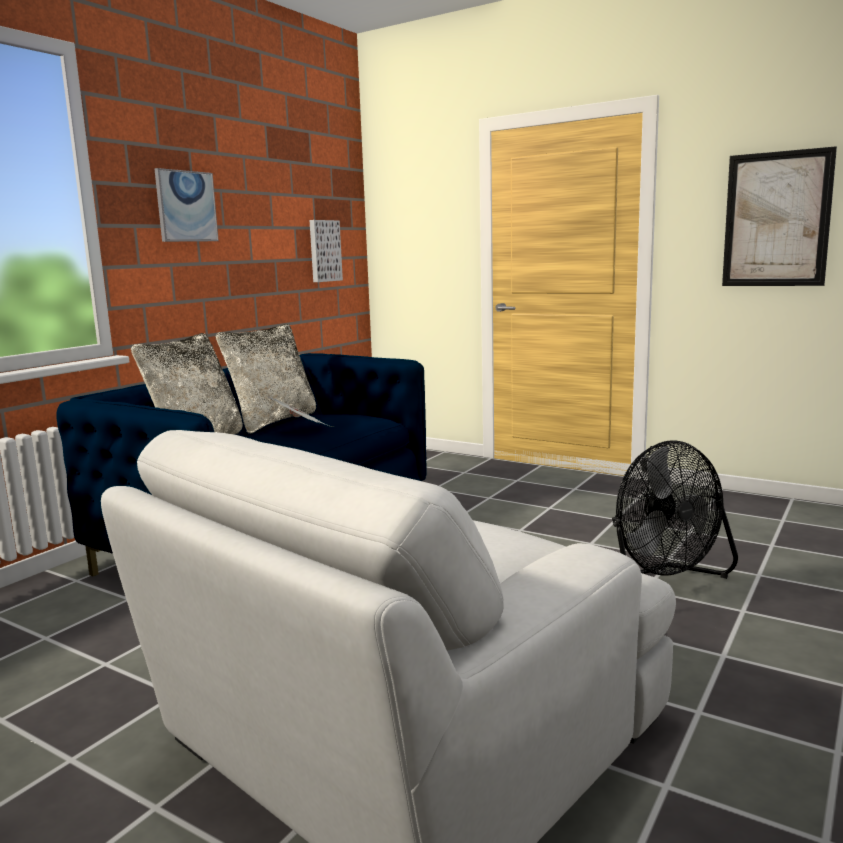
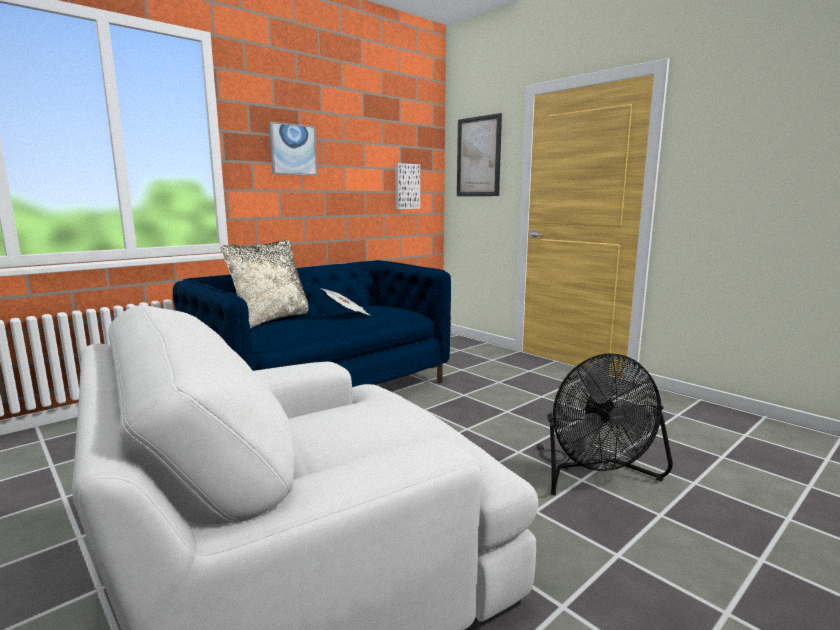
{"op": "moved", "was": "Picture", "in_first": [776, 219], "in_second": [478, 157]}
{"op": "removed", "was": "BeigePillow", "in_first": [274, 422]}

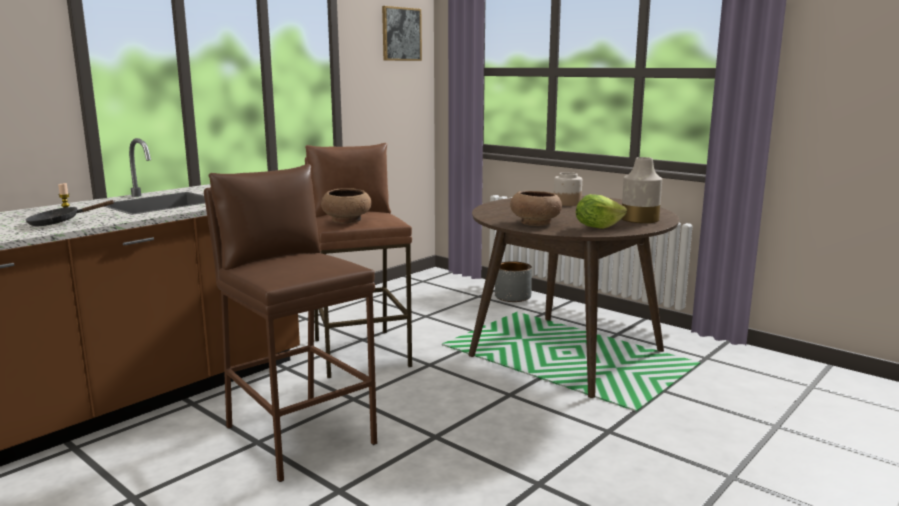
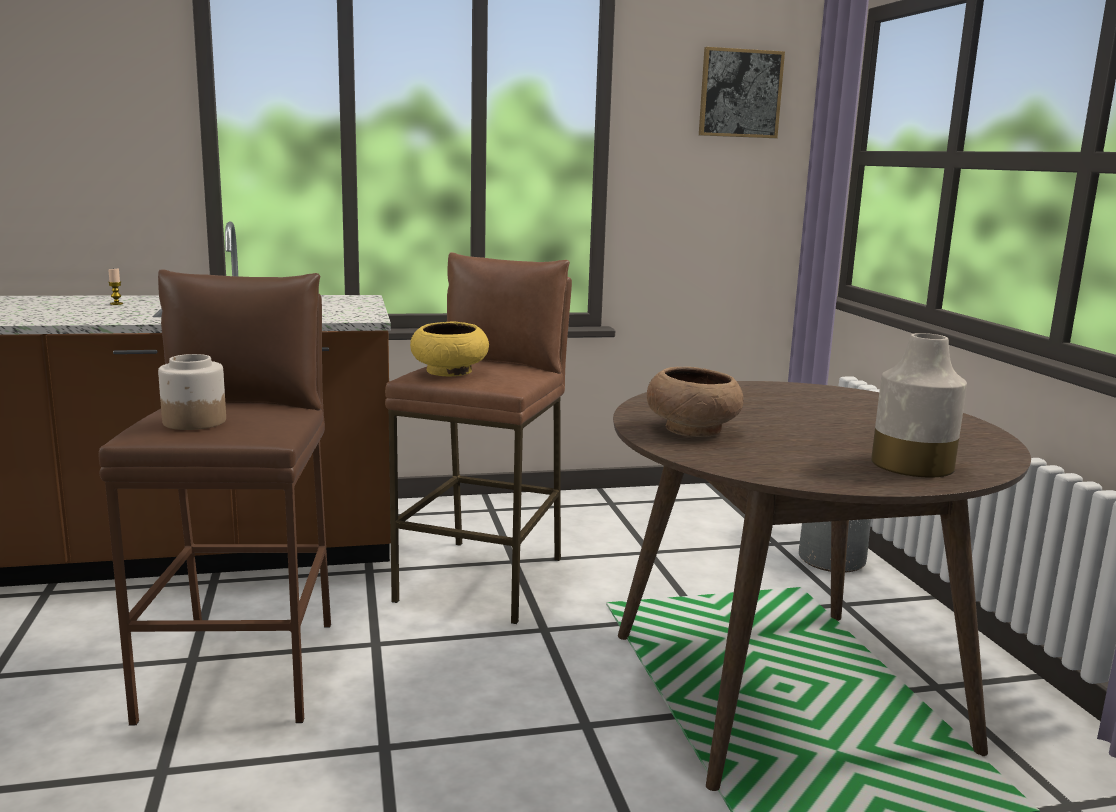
{"op": "moved", "was": "Jar", "in_first": [566, 203], "in_second": [193, 422]}
{"op": "recoloured", "was": "BrownBowl", "now": "YellowBowl", "in_first": [347, 220], "in_second": [450, 372]}
{"op": "removed", "was": "Lettuce", "in_first": [597, 227]}
{"op": "removed", "was": "BlackFryingPan", "in_first": [60, 223]}

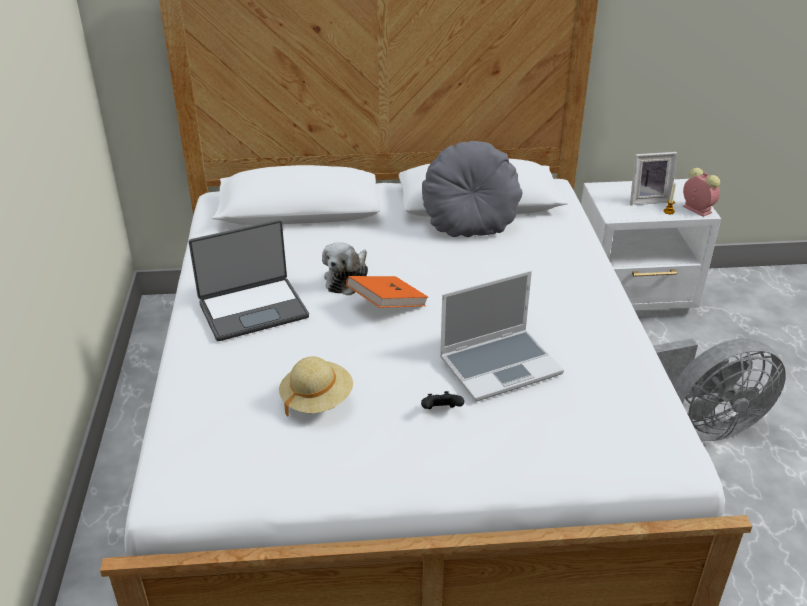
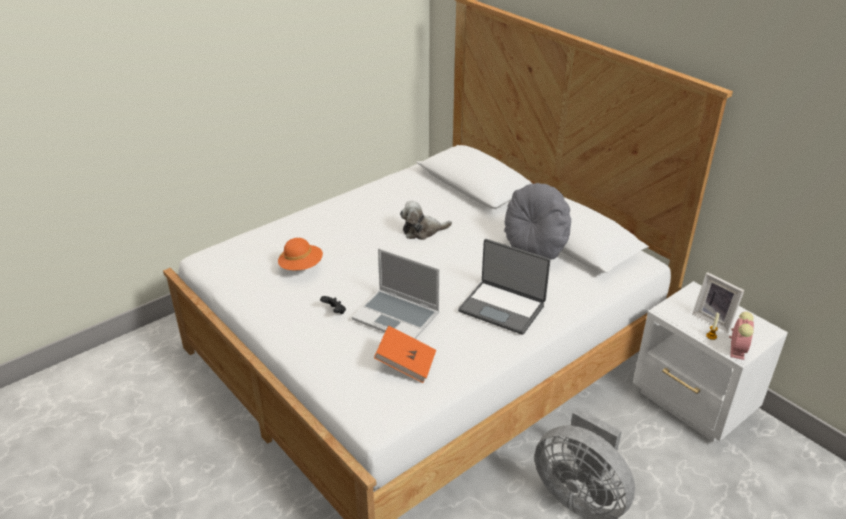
{"op": "moved", "was": "Laptop", "in_first": [253, 309], "in_second": [502, 307]}
{"op": "moved", "was": "OrangeBook", "in_first": [387, 305], "in_second": [406, 364]}
{"op": "recoloured", "was": "BeigeHat", "now": "OrangeHat", "in_first": [317, 400], "in_second": [301, 266]}

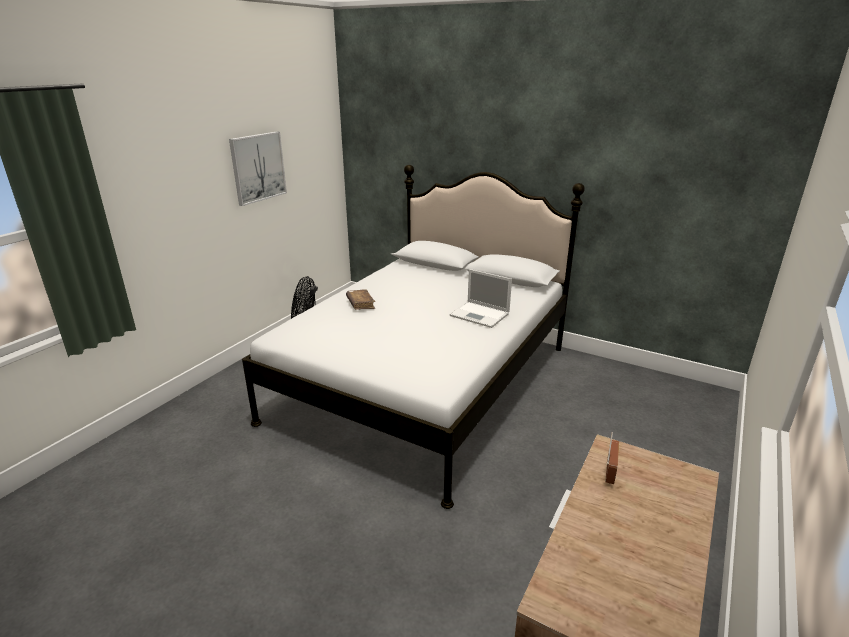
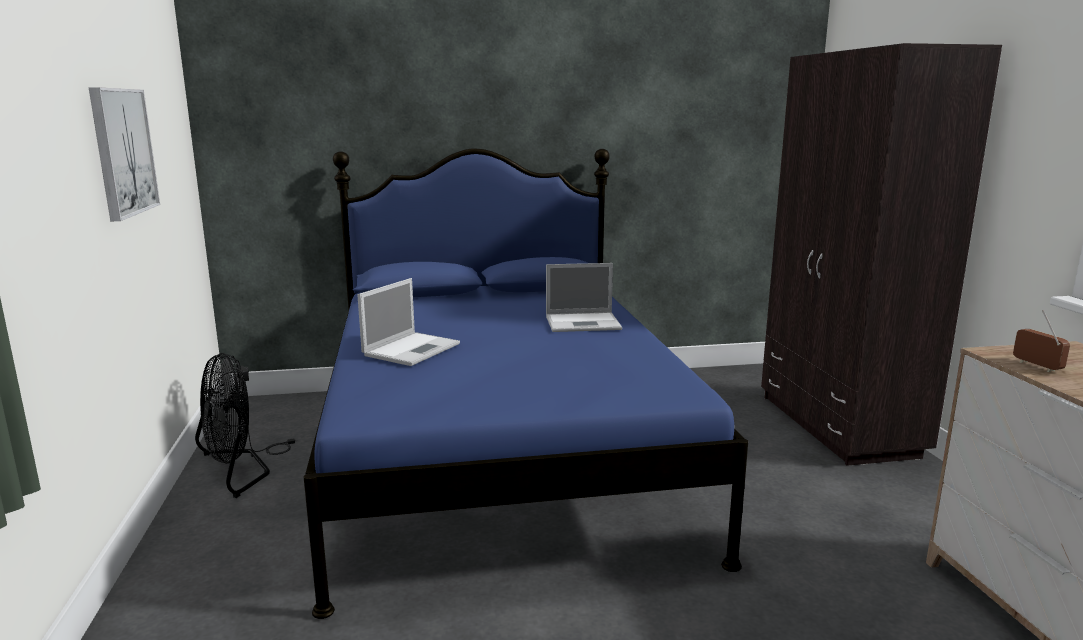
{"op": "recoloured", "was": "WhiteBed", "now": "BlueBed", "in_first": [424, 383], "in_second": [501, 460]}
{"op": "replaced", "was": "BrownBook", "now": "Laptop", "in_first": [360, 304], "in_second": [412, 349]}
{"op": "added", "now": "BrownWardrobe", "in_second": [838, 426]}

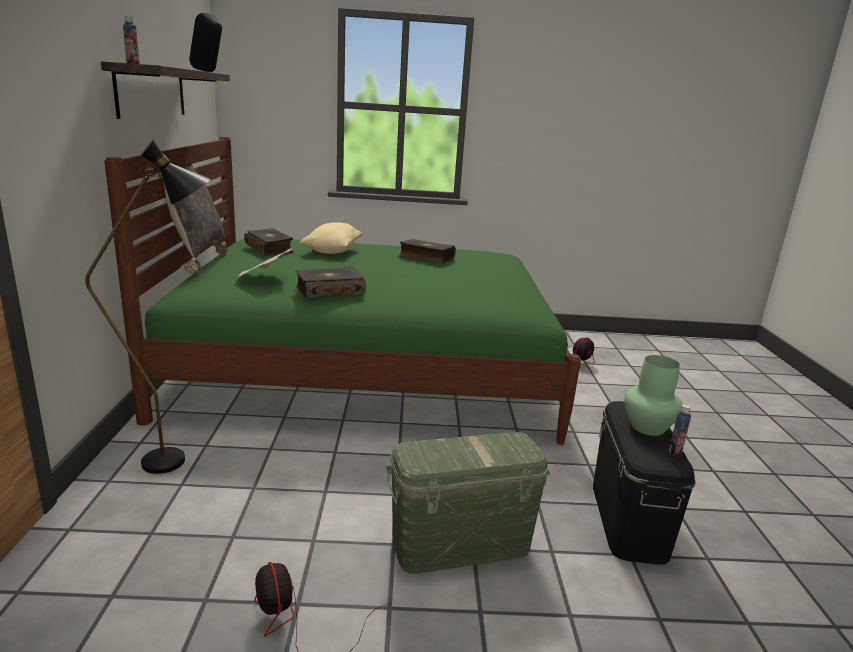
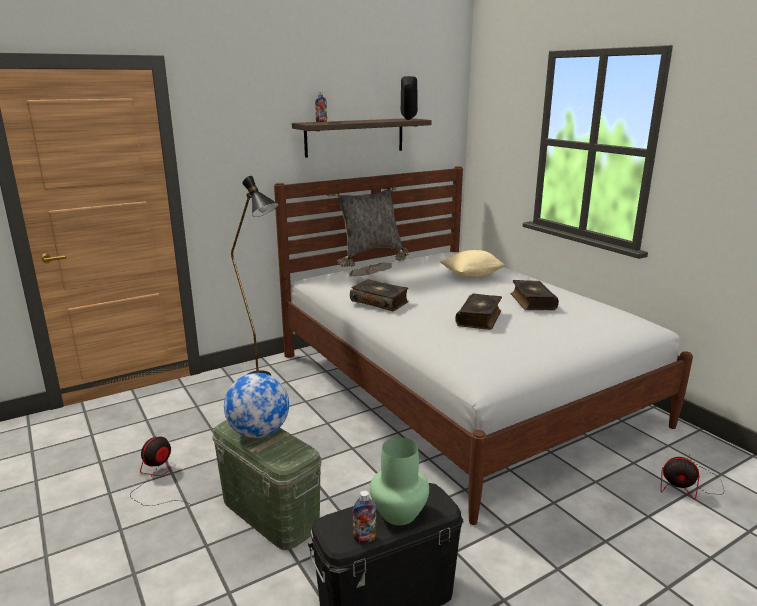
{"op": "recoloured", "was": "GreenBed", "now": "WhiteBed", "in_first": [367, 368], "in_second": [459, 387]}
{"op": "moved", "was": "Book", "in_first": [270, 249], "in_second": [480, 318]}
{"op": "added", "now": "Globe", "in_second": [259, 432]}

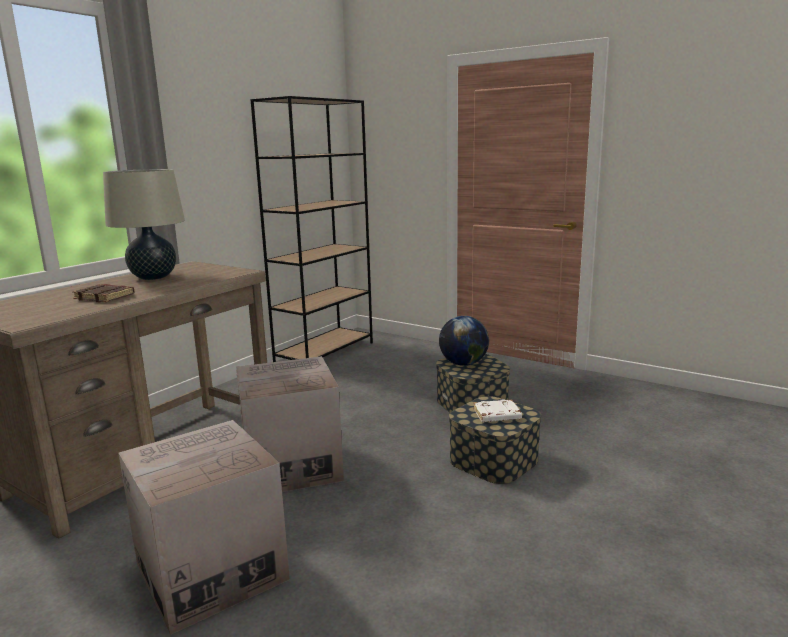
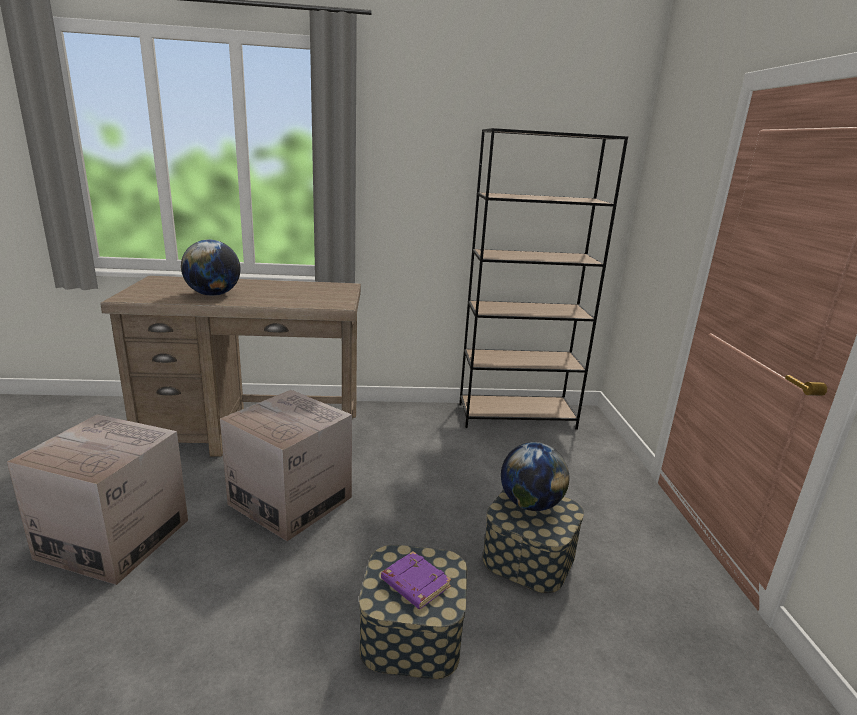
{"op": "removed", "was": "BeigeTableLamp", "in_first": [153, 277]}
{"op": "replaced", "was": "BrownBook", "now": "Globe", "in_first": [105, 297], "in_second": [213, 294]}
{"op": "recoloured", "was": "WhiteBook", "now": "PurpleBook", "in_first": [496, 415], "in_second": [414, 584]}

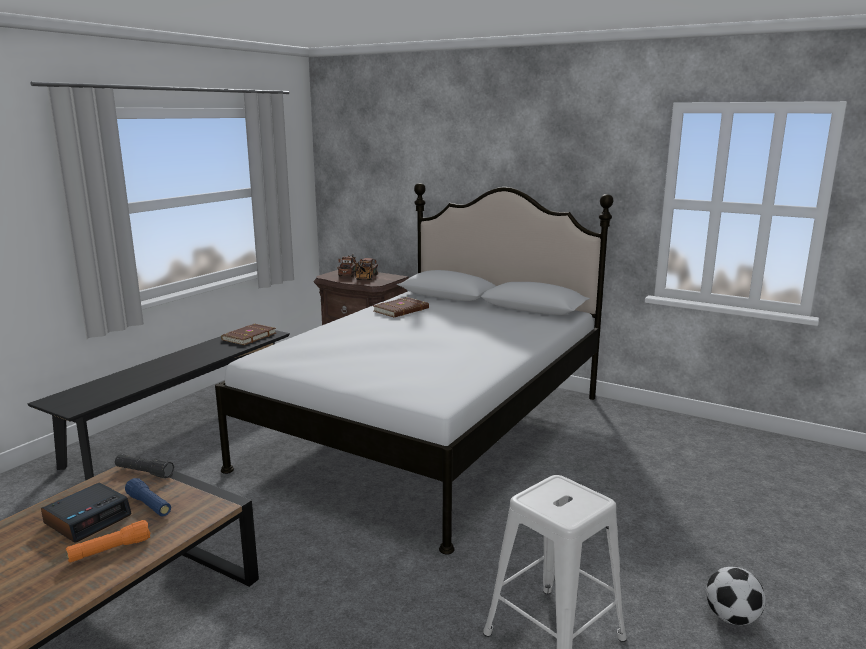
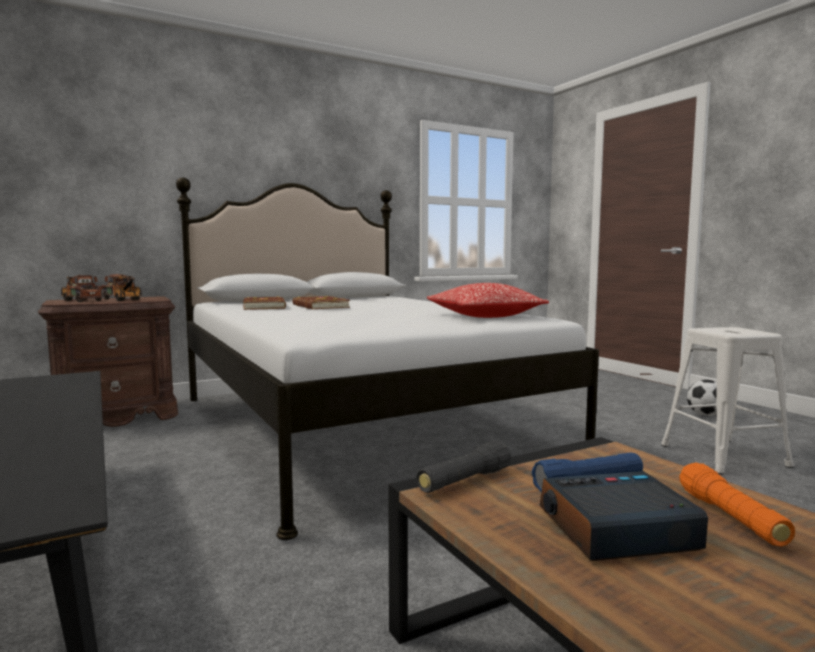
{"op": "moved", "was": "BrownBook", "in_first": [248, 336], "in_second": [319, 306]}
{"op": "turned", "was": "AlarmClock", "in_first": [88, 519], "in_second": [615, 530], "clockwise": -75}
{"op": "added", "now": "Pillow", "in_second": [484, 316]}

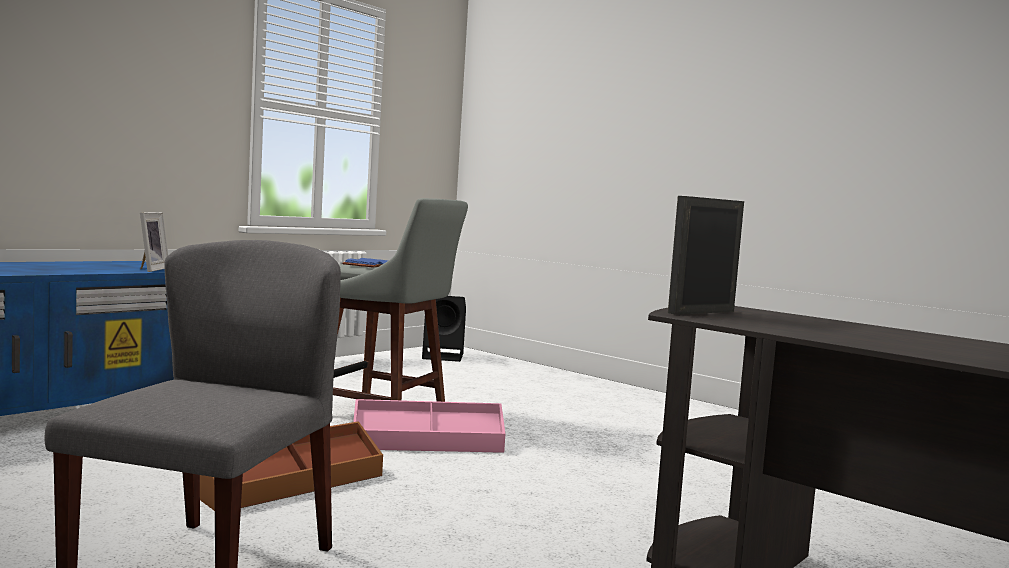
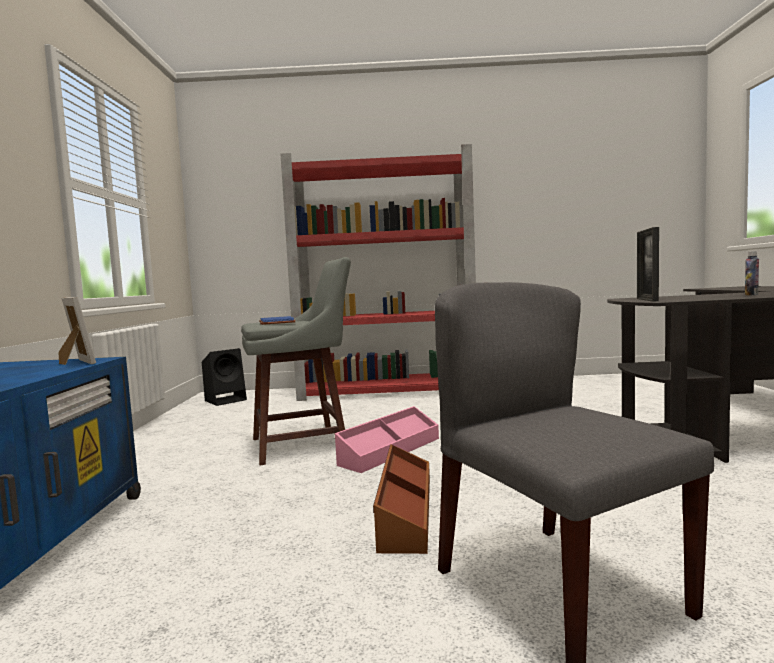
{"op": "added", "now": "RedBookcase", "in_second": [388, 390]}
{"op": "added", "now": "Bottle", "in_second": [751, 295]}

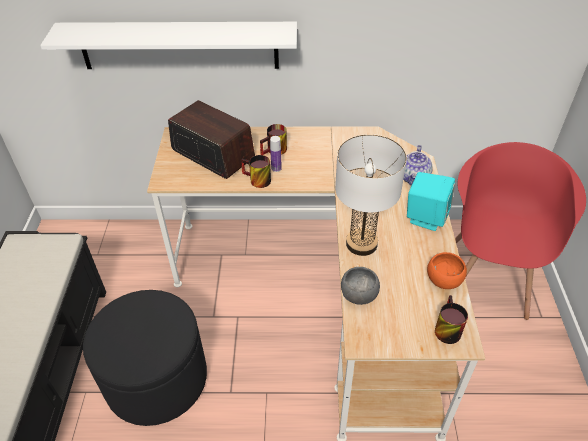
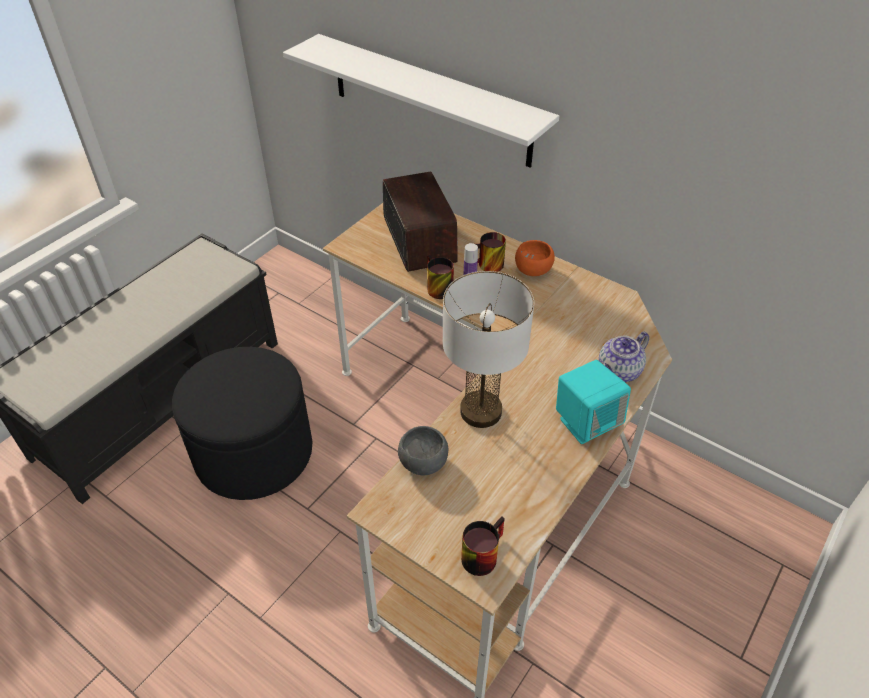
{"op": "removed", "was": "RedChair", "in_first": [487, 279]}
{"op": "moved", "was": "OrangeBowl", "in_first": [444, 279], "in_second": [534, 270]}

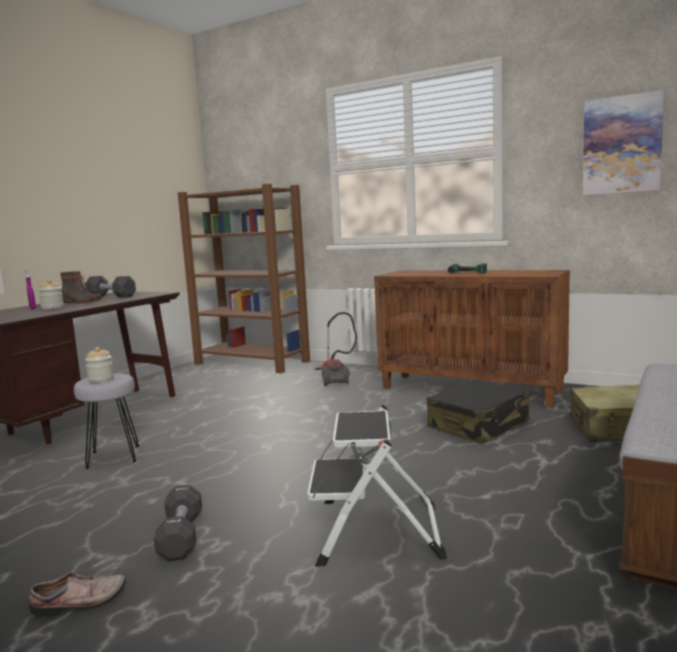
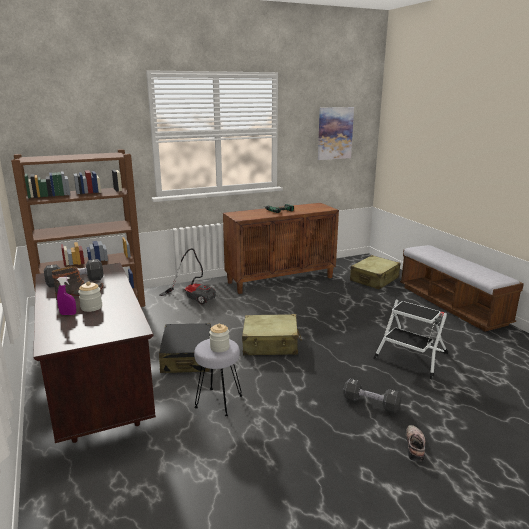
{"op": "moved", "was": "BlackSuitcase", "in_first": [479, 425], "in_second": [187, 357]}
{"op": "added", "now": "BeigeSuitcase", "in_second": [270, 344]}

